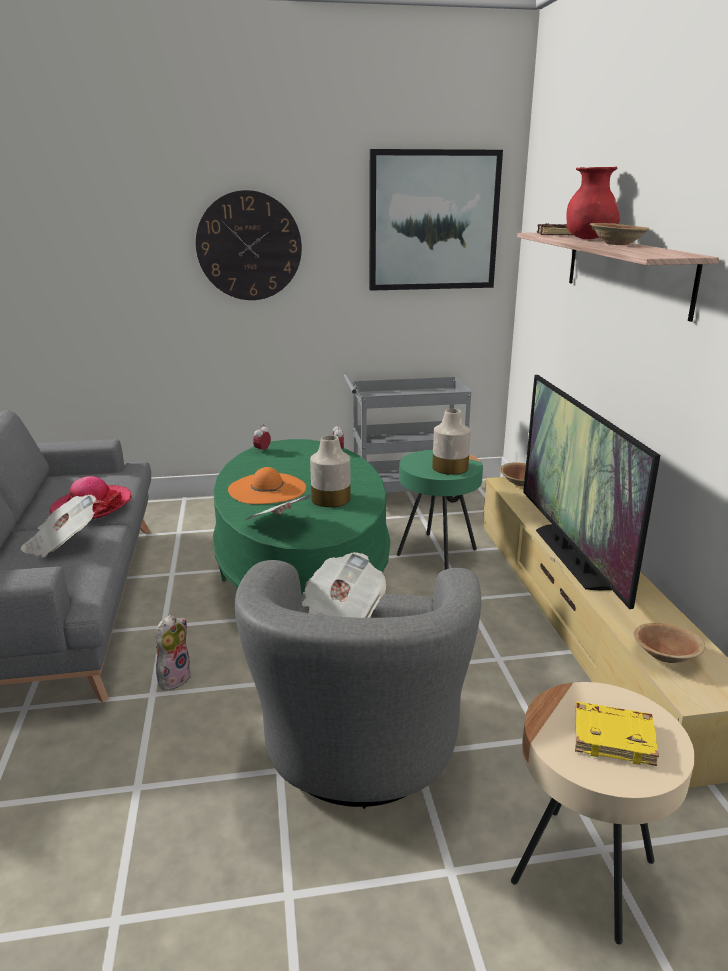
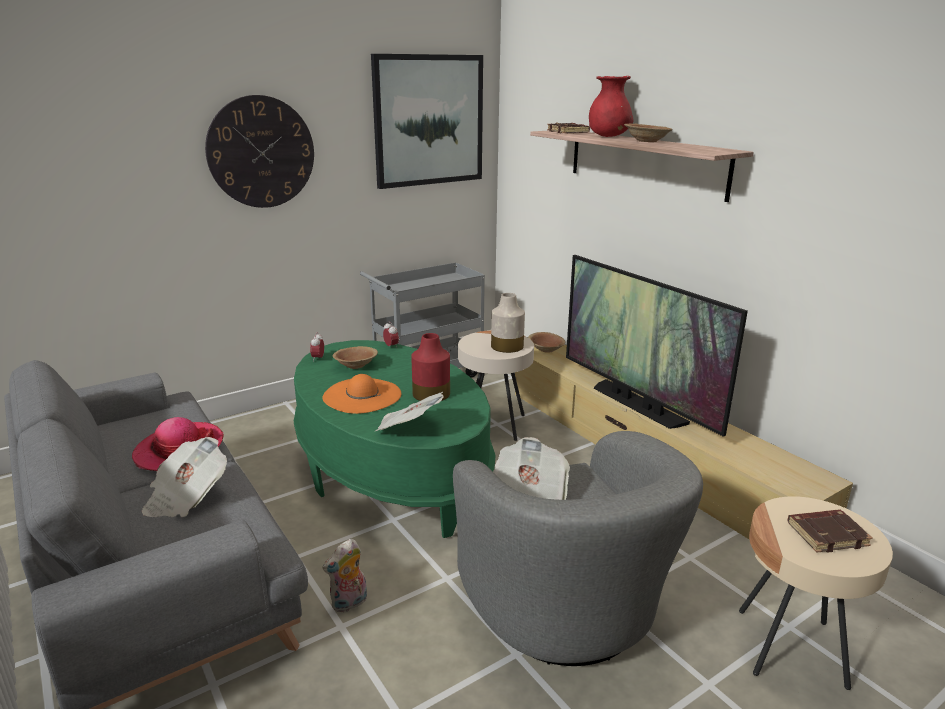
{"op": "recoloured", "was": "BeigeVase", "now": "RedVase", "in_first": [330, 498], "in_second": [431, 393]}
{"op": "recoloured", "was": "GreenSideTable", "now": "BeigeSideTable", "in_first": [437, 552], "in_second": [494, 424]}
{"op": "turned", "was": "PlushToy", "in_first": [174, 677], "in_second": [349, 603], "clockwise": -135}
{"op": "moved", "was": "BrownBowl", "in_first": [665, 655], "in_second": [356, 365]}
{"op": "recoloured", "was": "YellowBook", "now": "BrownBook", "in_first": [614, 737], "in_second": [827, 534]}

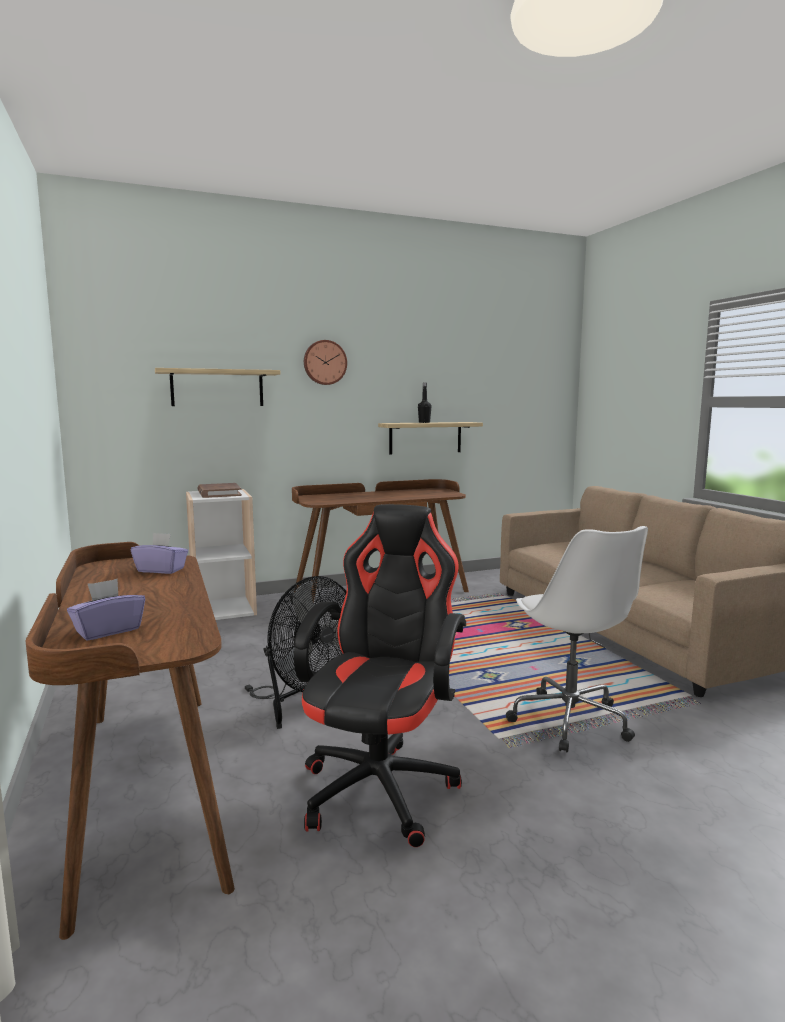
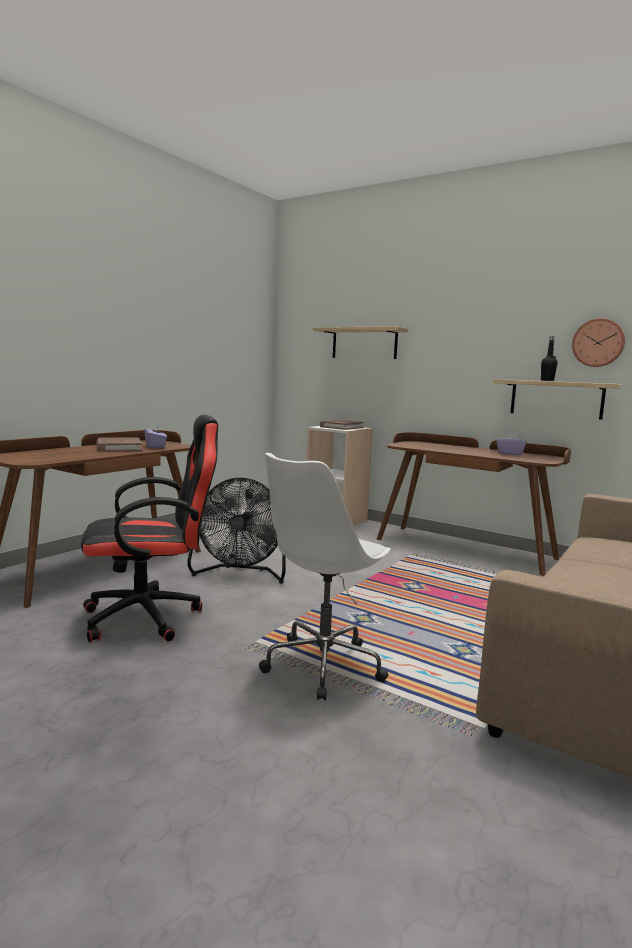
{"op": "moved", "was": "WallClock", "in_first": [324, 362], "in_second": [598, 343]}
{"op": "moved", "was": "PurpleTissueBox", "in_first": [108, 630], "in_second": [509, 454]}
{"op": "added", "now": "BrownBook", "in_second": [118, 448]}

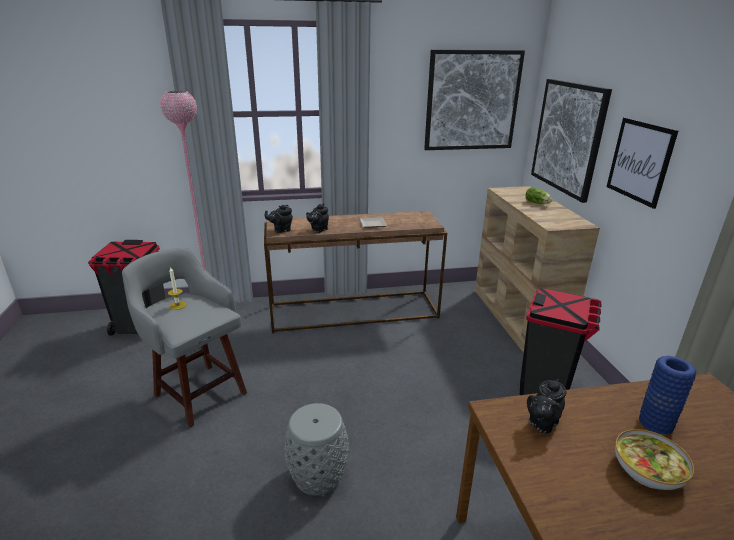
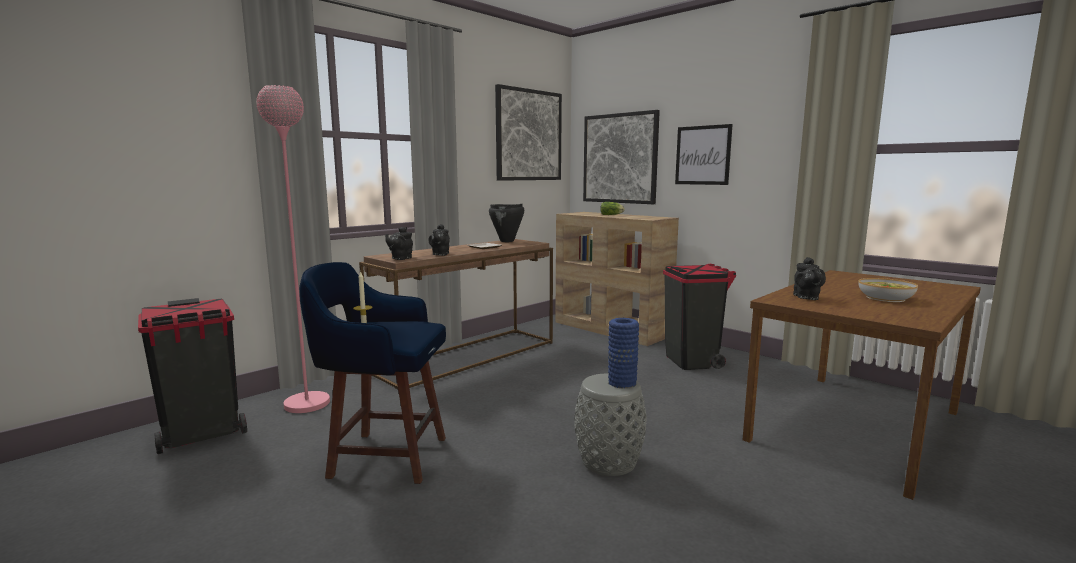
{"op": "recoloured", "was": "GreyStool", "now": "BlueStool", "in_first": [198, 392], "in_second": [384, 457]}
{"op": "moved", "was": "BlueVase", "in_first": [655, 423], "in_second": [622, 383]}
{"op": "added", "now": "BlackCookingPot", "in_second": [507, 241]}

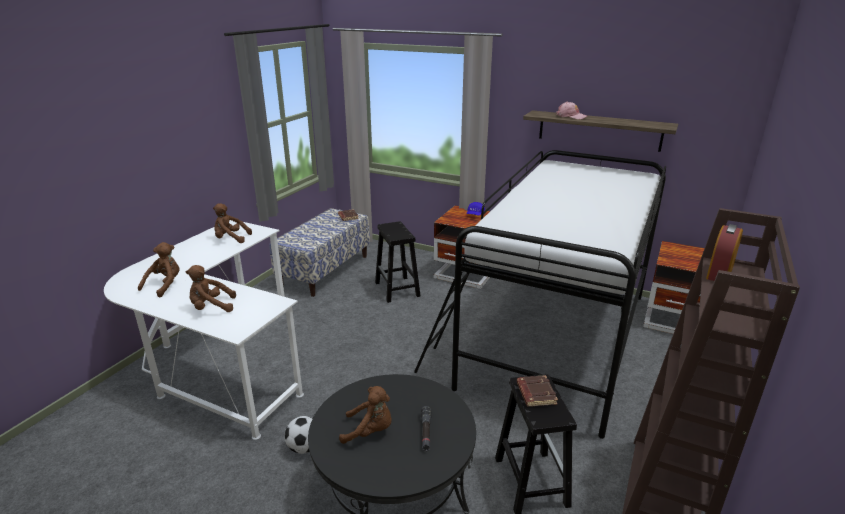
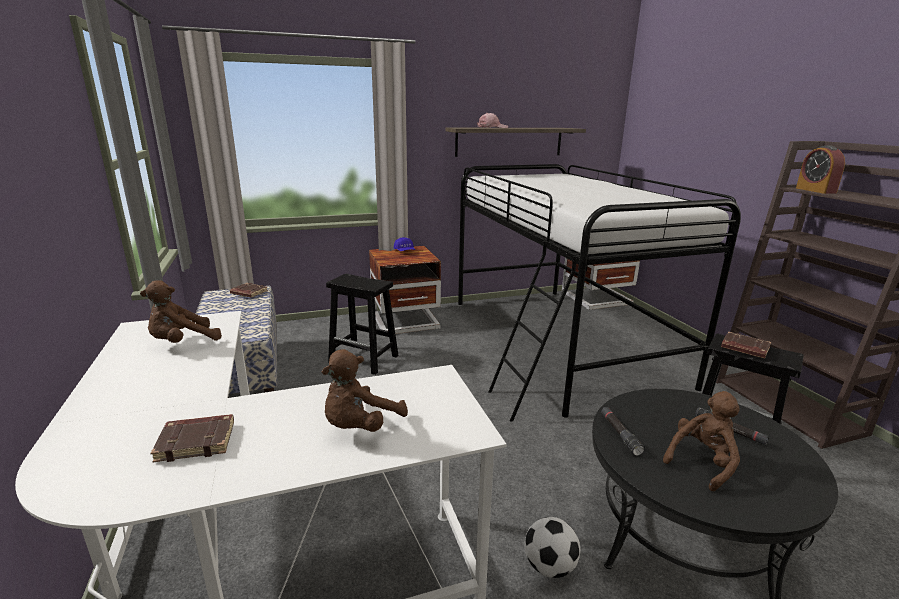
{"op": "replaced", "was": "BrownPlushToy", "now": "BrownBook", "in_first": [165, 285], "in_second": [197, 441]}
{"op": "added", "now": "BlackFlashlight", "in_second": [620, 434]}

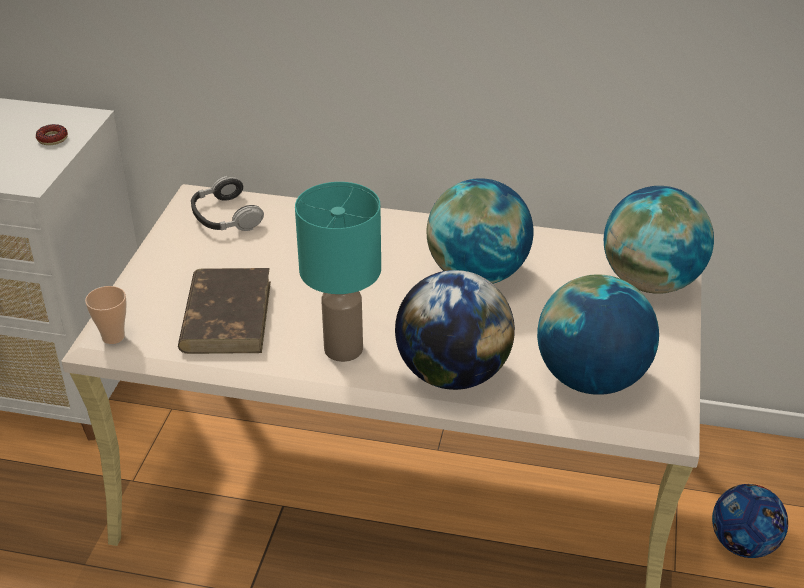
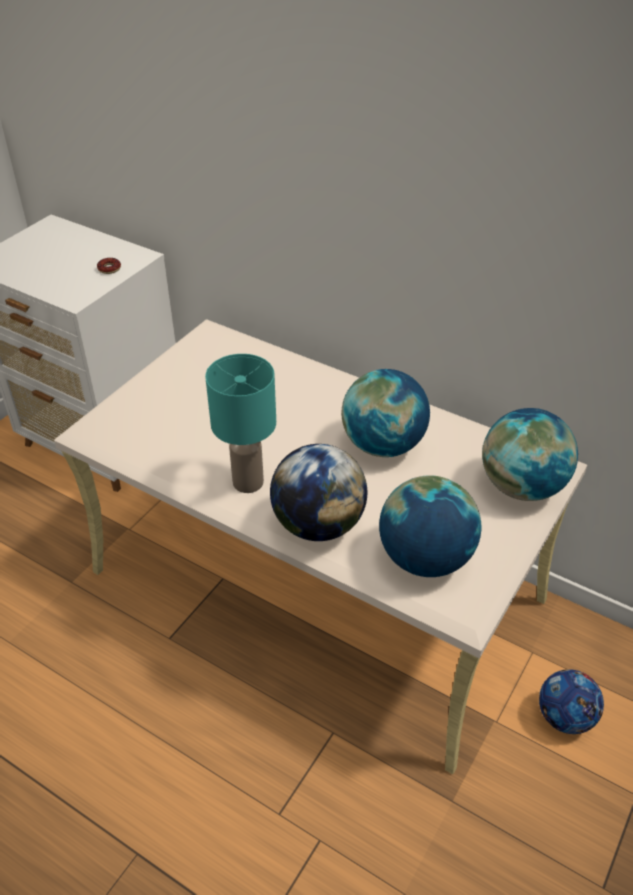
{"op": "removed", "was": "Headphones", "in_first": [225, 216]}
{"op": "removed", "was": "BrownBook", "in_first": [226, 315]}
{"op": "removed", "was": "Cup", "in_first": [113, 337]}

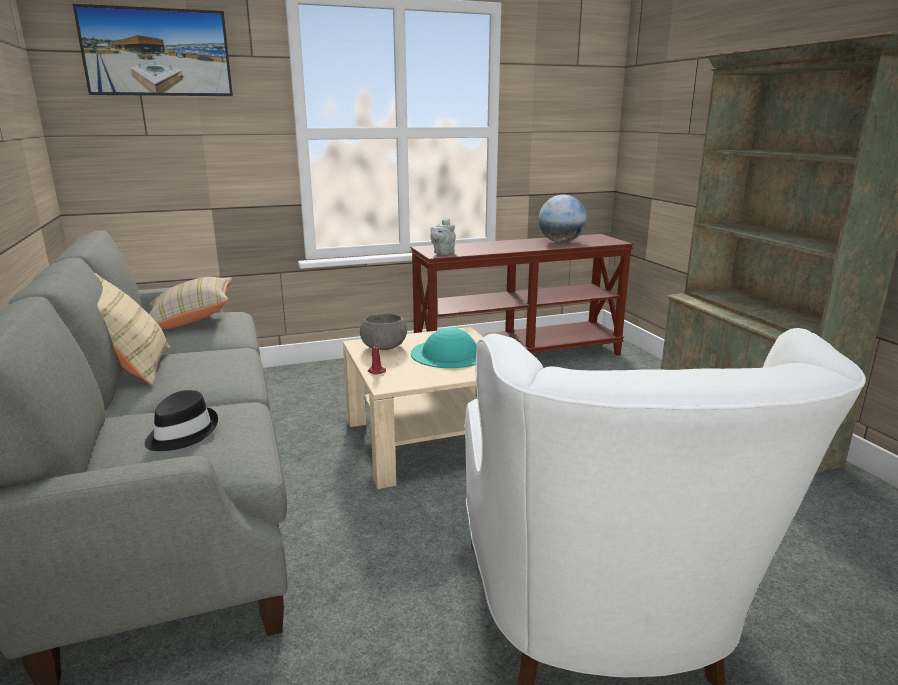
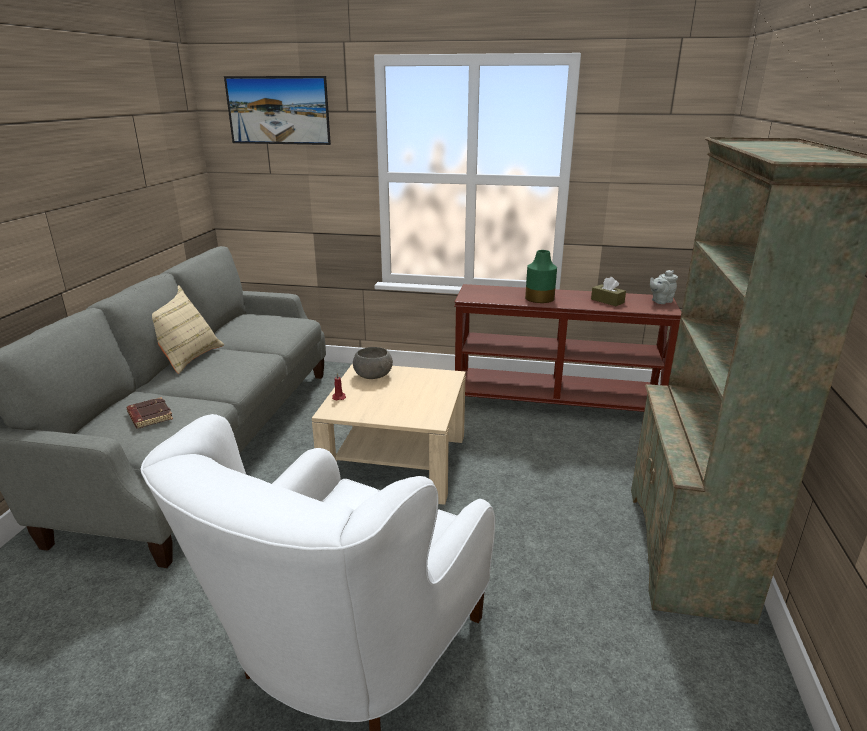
{"op": "replaced", "was": "Globe", "now": "BrownTissueBox", "in_first": [561, 242], "in_second": [607, 301]}
{"op": "moved", "was": "GreyTeapot", "in_first": [442, 253], "in_second": [660, 301]}
{"op": "removed", "was": "BeigePillow", "in_first": [190, 320]}
{"op": "removed", "was": "TurquoiseHat", "in_first": [450, 353]}
{"op": "replaced", "was": "BlackHat", "now": "BrownBook", "in_first": [181, 433], "in_second": [149, 416]}
{"op": "added", "now": "GreenVase", "in_second": [540, 298]}

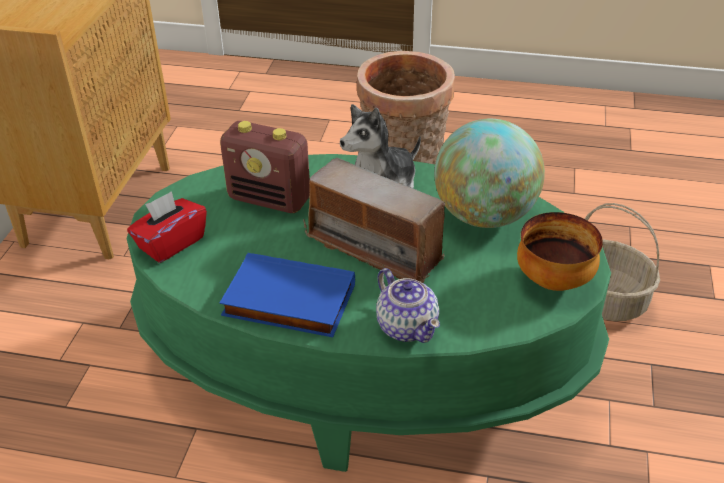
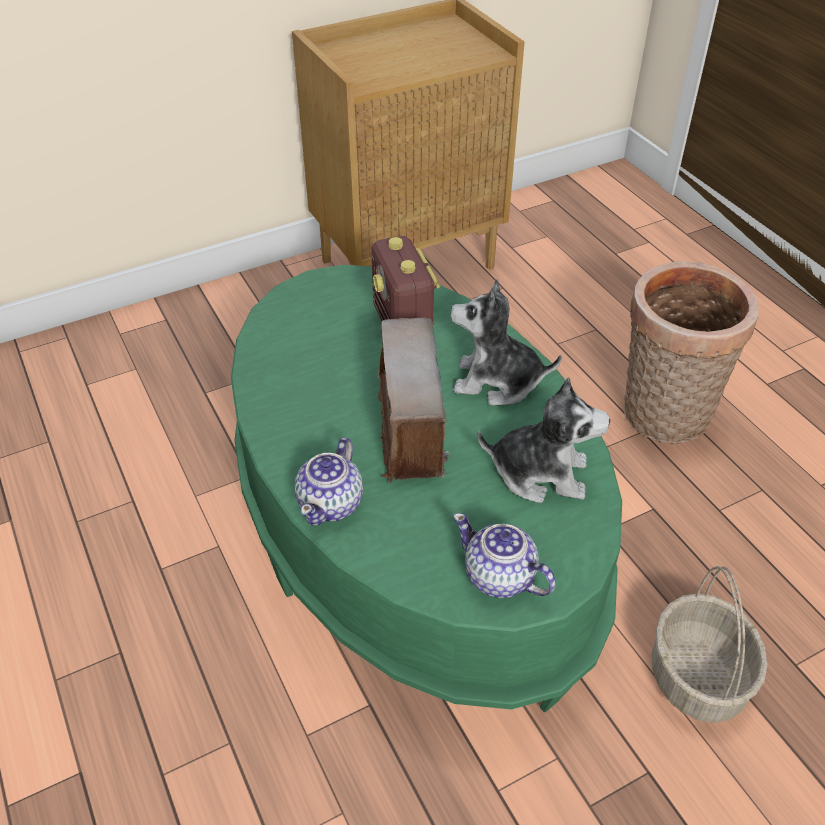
{"op": "replaced", "was": "Globe", "now": "PlushToy", "in_first": [484, 216], "in_second": [540, 473]}
{"op": "removed", "was": "RedTissueBox", "in_first": [171, 243]}
{"op": "replaced", "was": "Bowl", "now": "Teapot", "in_first": [554, 281], "in_second": [499, 577]}
{"op": "removed", "was": "BlueBook", "in_first": [287, 302]}

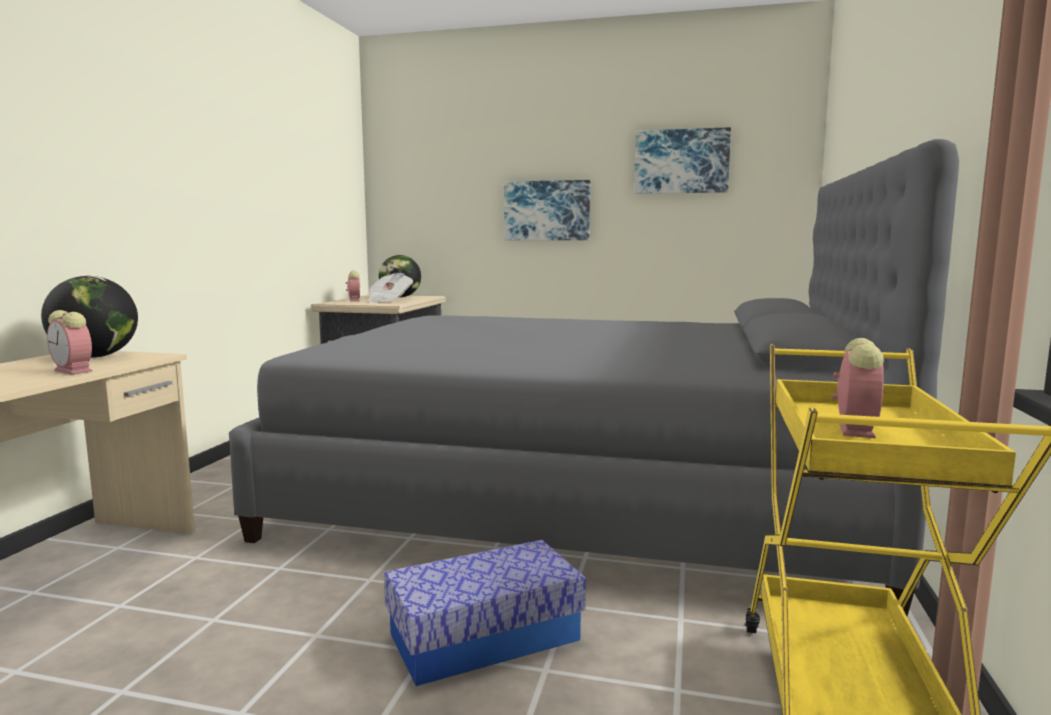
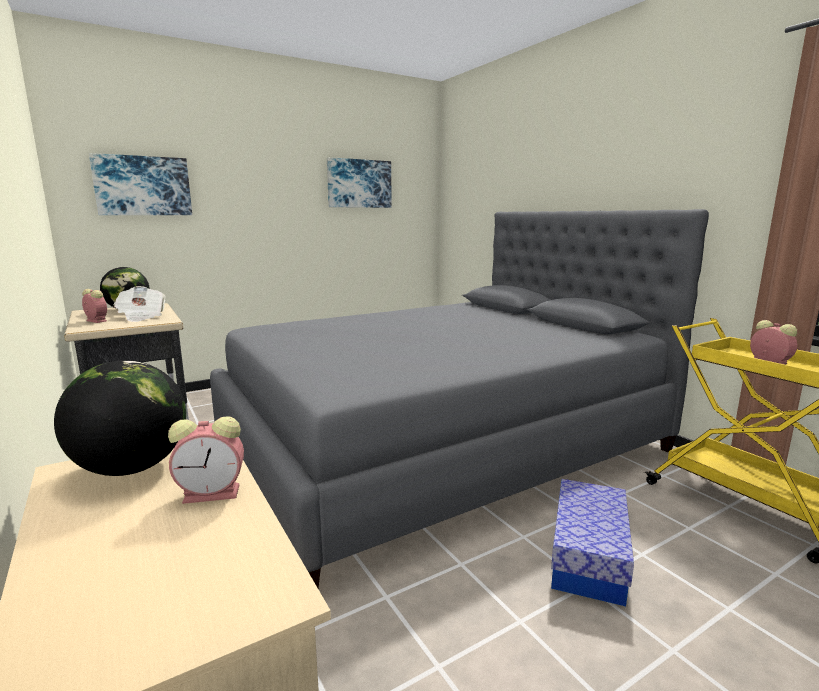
{"op": "moved", "was": "Picture", "in_first": [547, 210], "in_second": [143, 186]}

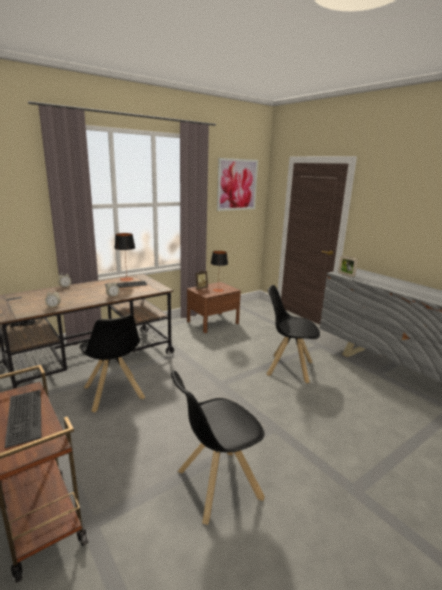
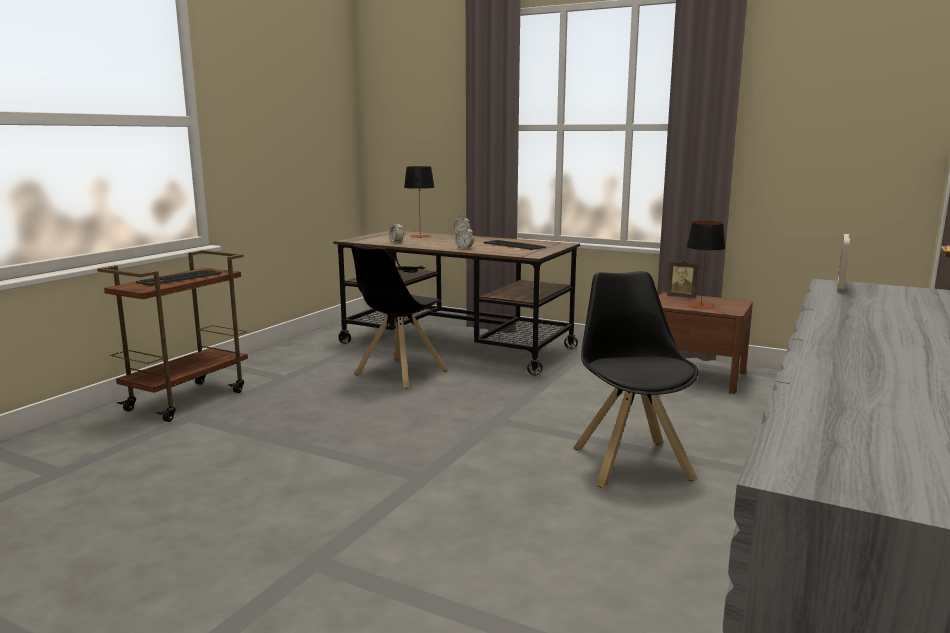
{"op": "removed", "was": "Picture", "in_first": [237, 184]}
{"op": "moved", "was": "TableLamp", "in_first": [126, 279], "in_second": [420, 236]}
{"op": "removed", "was": "BlackChair", "in_first": [216, 485]}

